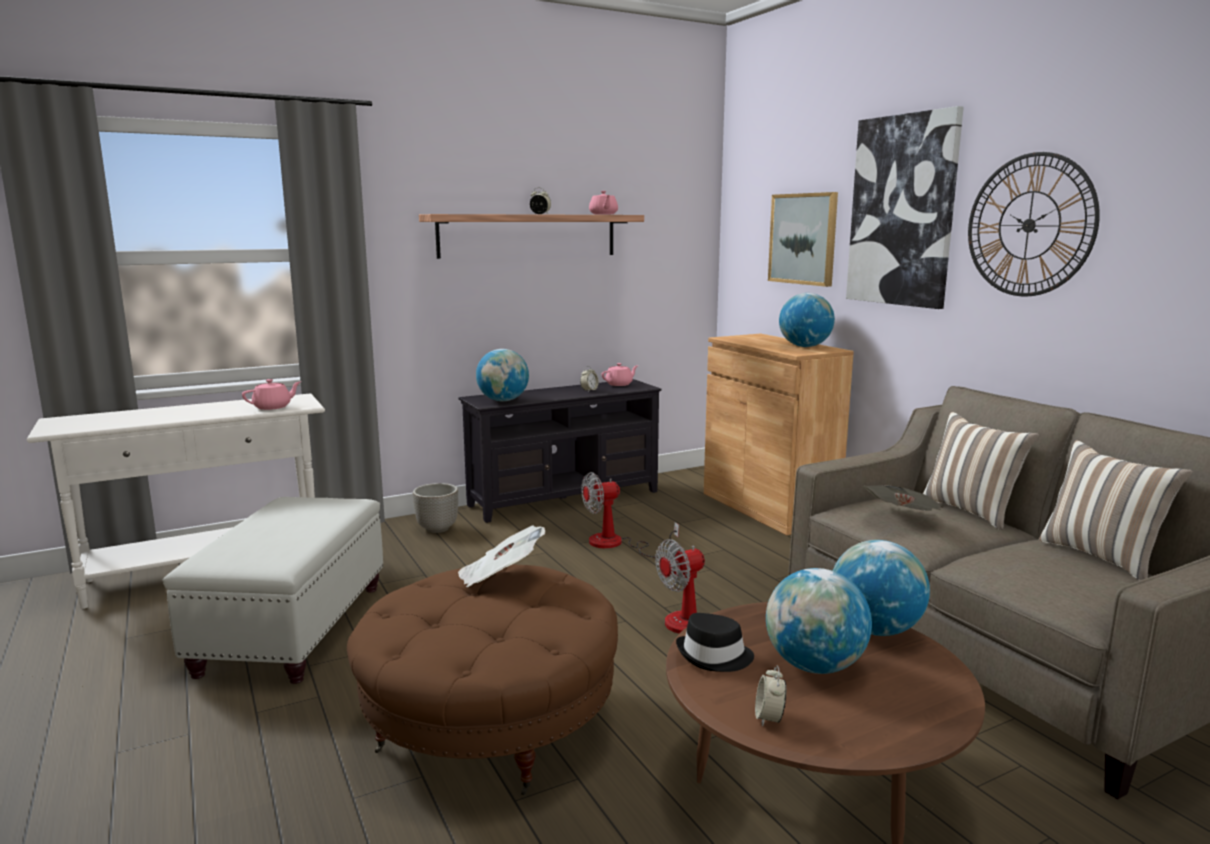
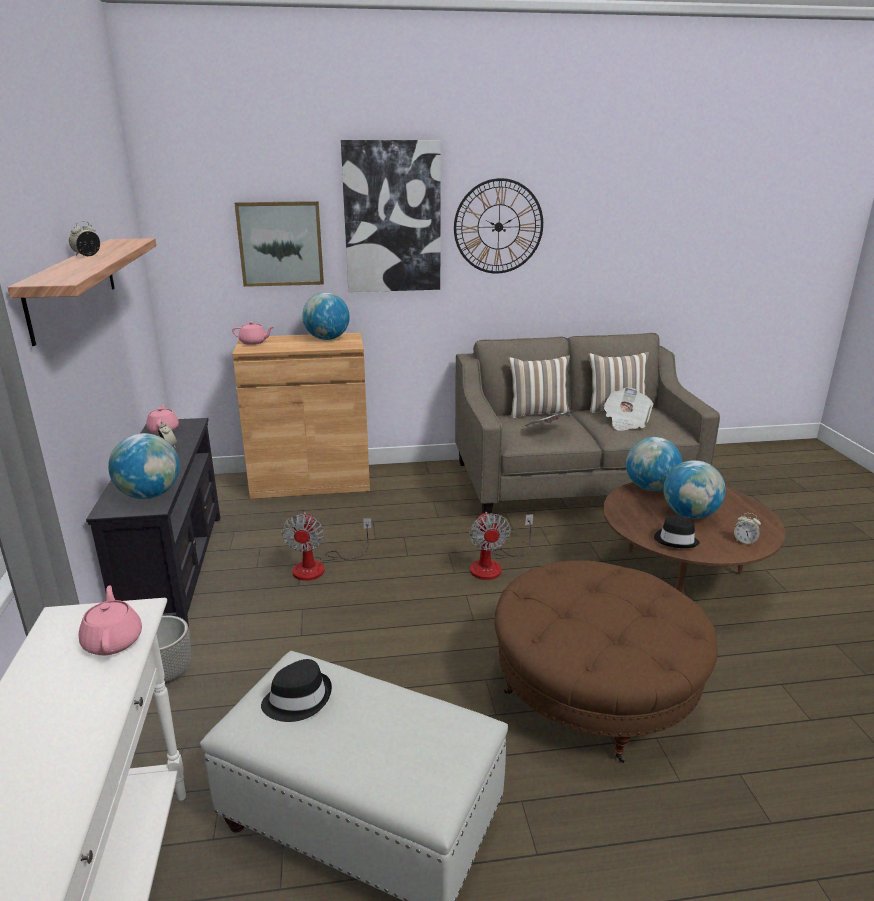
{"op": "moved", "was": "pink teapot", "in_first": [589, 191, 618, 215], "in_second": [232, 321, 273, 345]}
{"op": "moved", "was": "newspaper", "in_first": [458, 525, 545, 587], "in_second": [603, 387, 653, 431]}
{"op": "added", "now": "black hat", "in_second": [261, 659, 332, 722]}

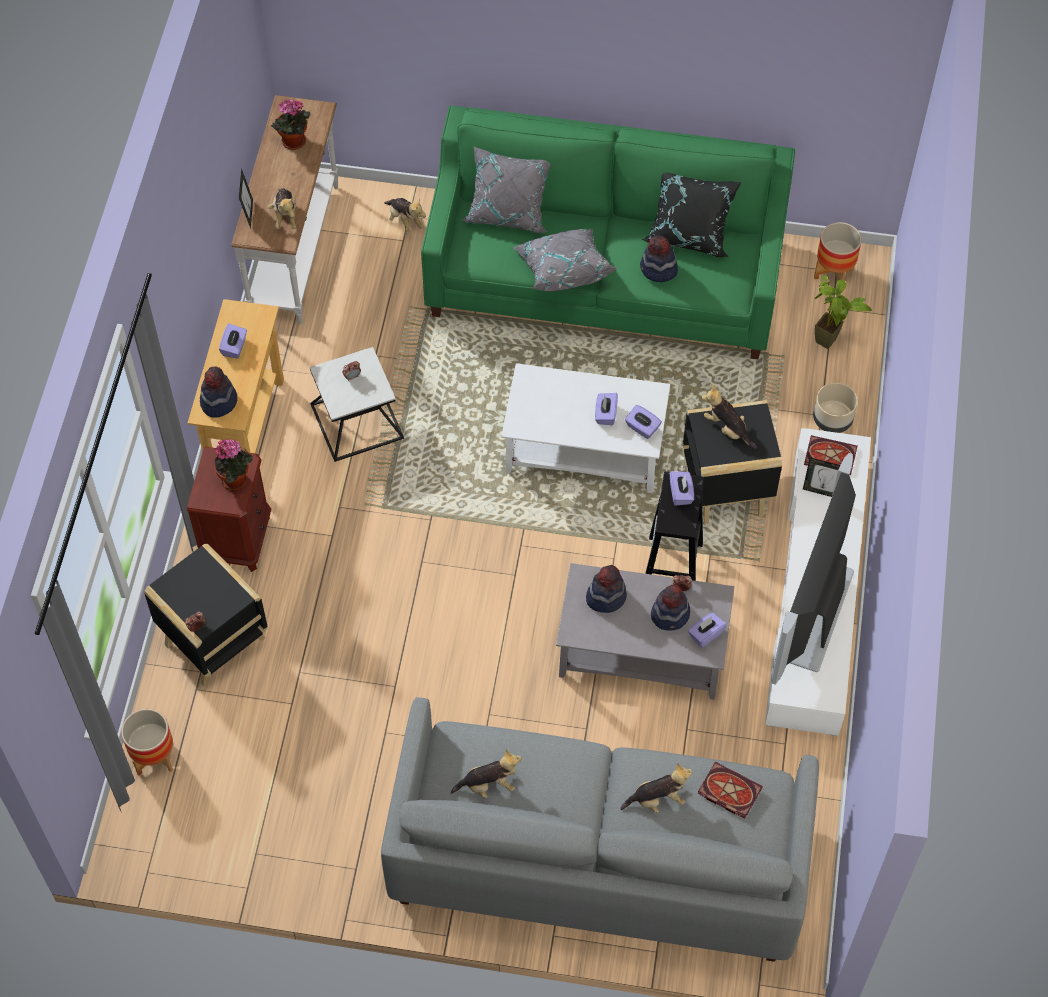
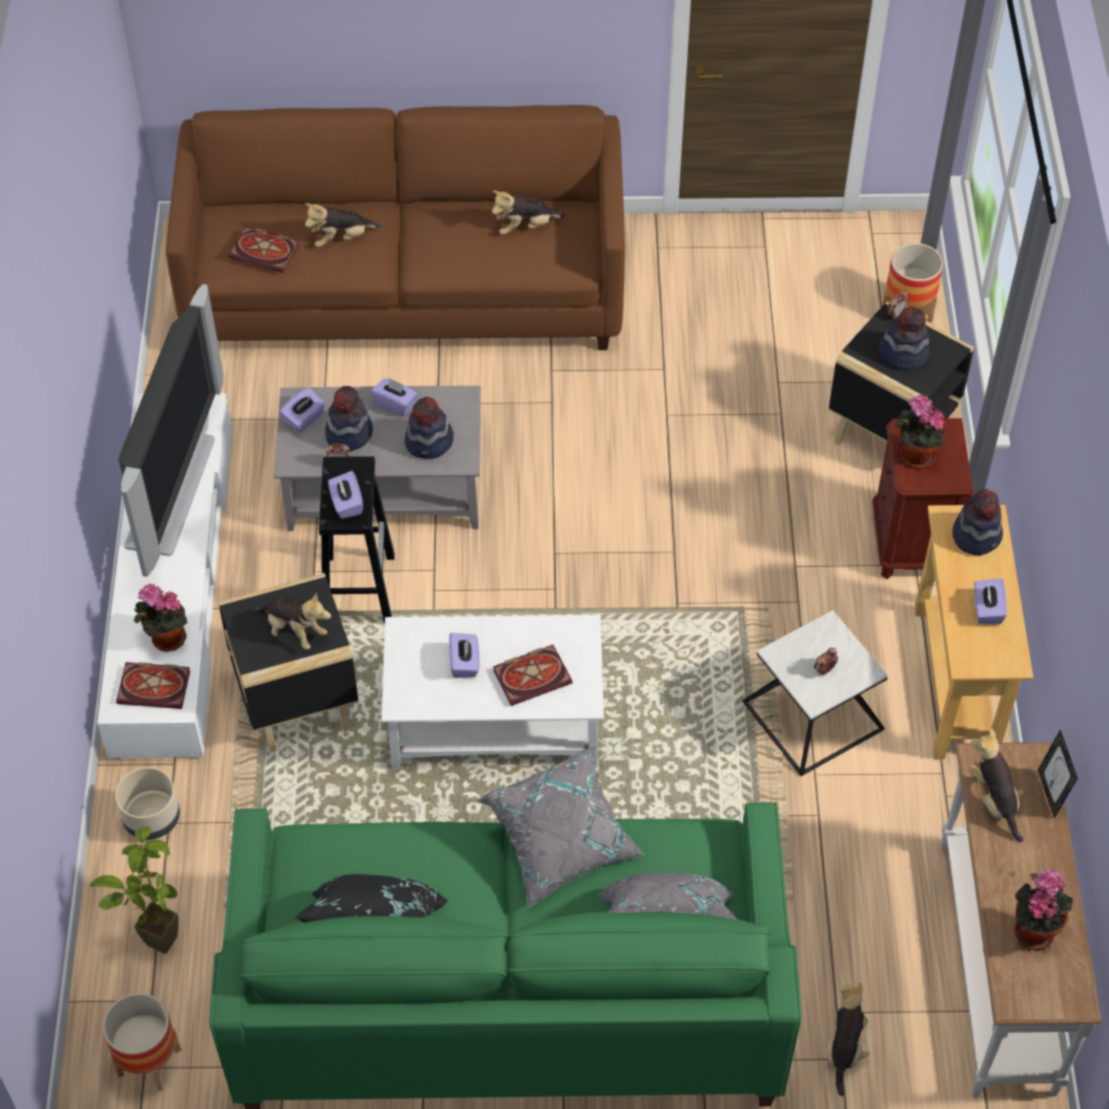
{"op": "turned", "was": "plush toy", "in_first": [384, 198, 426, 234], "in_second": [827, 982, 870, 1096], "clockwise": 60}
{"op": "moved", "was": "hat", "in_first": [640, 236, 678, 282], "in_second": [878, 307, 929, 370]}
{"op": "moved", "was": "purple tissue box", "in_first": [625, 405, 662, 439], "in_second": [371, 378, 418, 417]}
{"op": "replaced", "was": "picture frame", "now": "potted plant", "in_first": [803, 457, 840, 497], "in_second": [134, 583, 188, 652]}
{"op": "recoloured", "was": "grey sofa", "now": "brown sofa", "in_first": [381, 697, 819, 962], "in_second": [166, 105, 625, 350]}
{"op": "added", "now": "book", "in_second": [493, 645, 573, 706]}

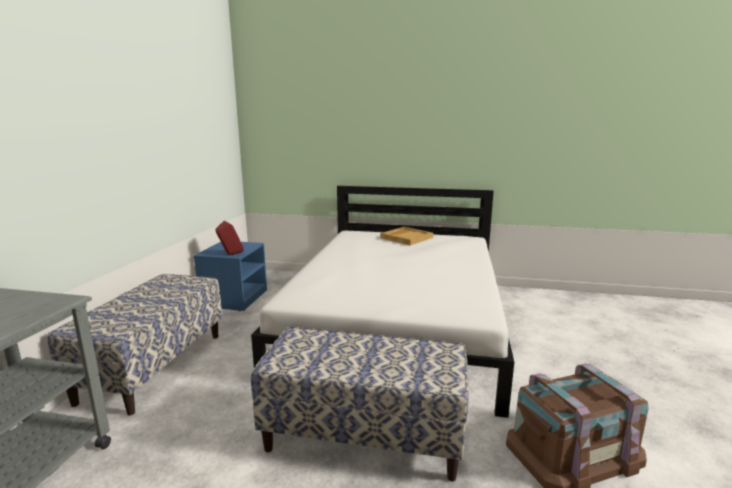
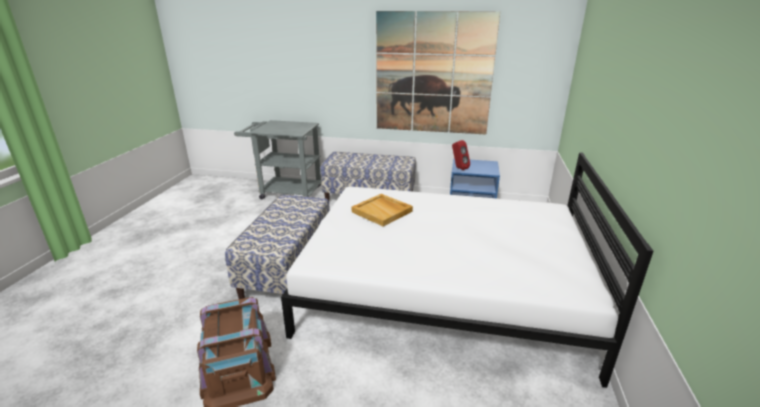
{"op": "moved", "was": "beige tray", "in_first": [381, 227, 433, 245], "in_second": [352, 194, 413, 227]}
{"op": "added", "now": "picture", "in_second": [376, 11, 500, 134]}

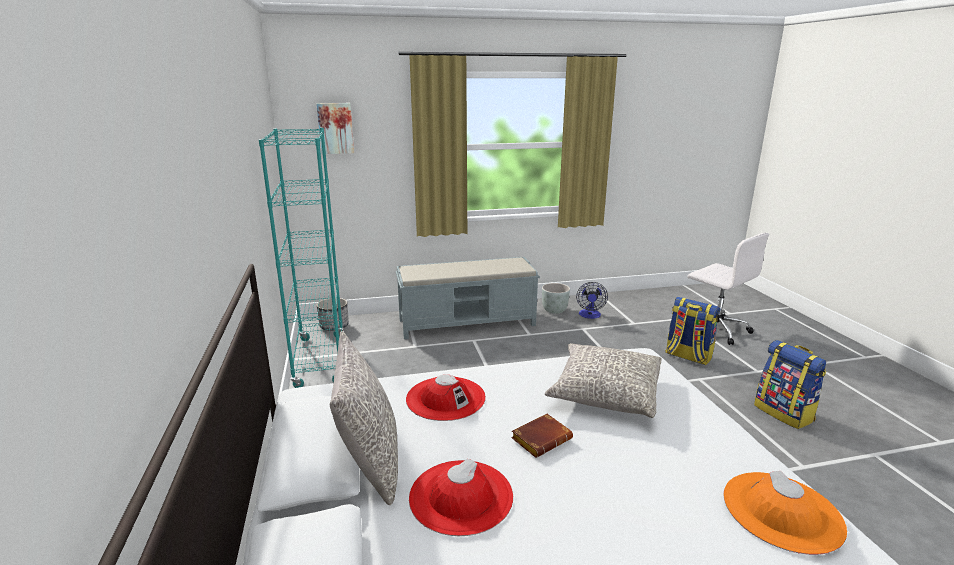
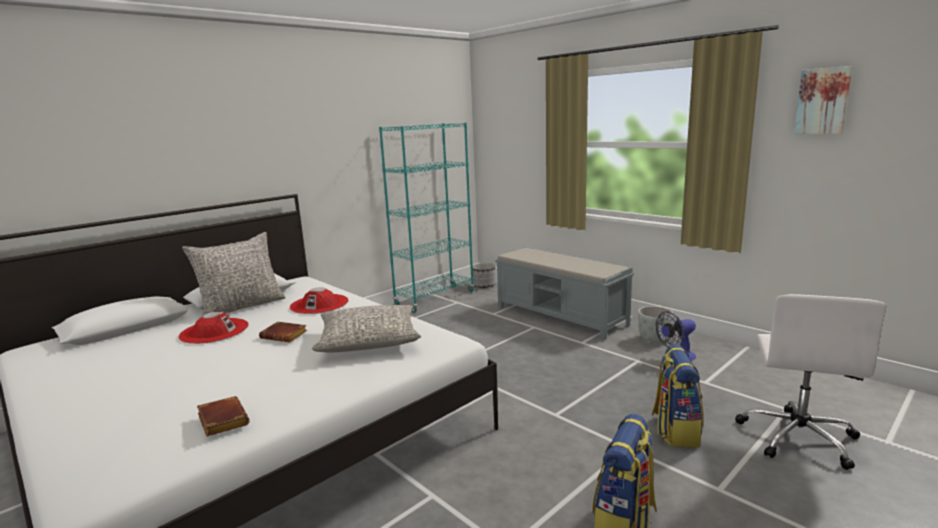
{"op": "moved", "was": "picture", "in_first": [317, 103, 354, 154], "in_second": [794, 66, 853, 134]}
{"op": "replaced", "was": "orange hat", "now": "brown book", "in_first": [723, 471, 847, 555], "in_second": [197, 396, 249, 436]}

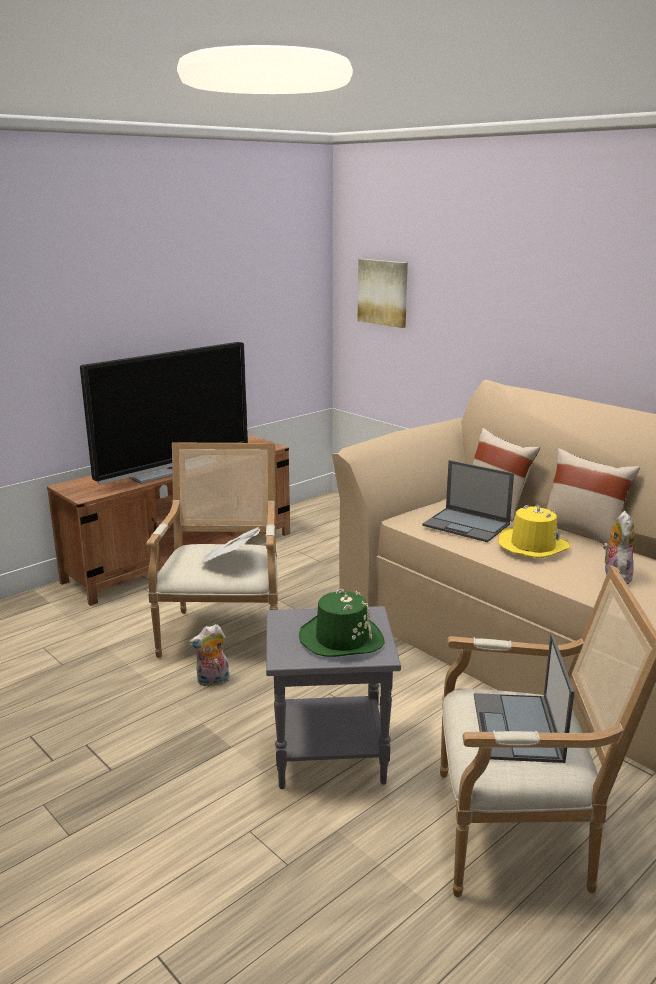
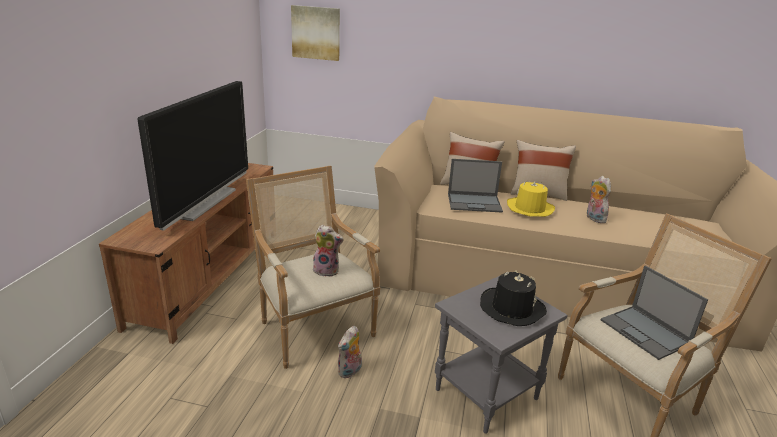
{"op": "replaced", "was": "newspaper", "now": "plush toy", "in_first": [200, 527, 260, 564], "in_second": [313, 225, 343, 277]}
{"op": "recoloured", "was": "green hat", "now": "black hat", "in_first": [299, 589, 385, 657], "in_second": [480, 270, 547, 326]}

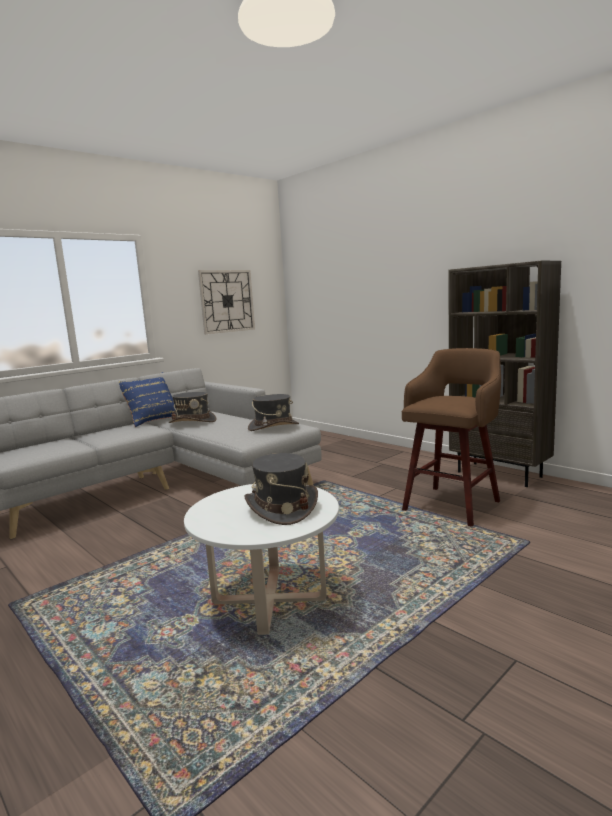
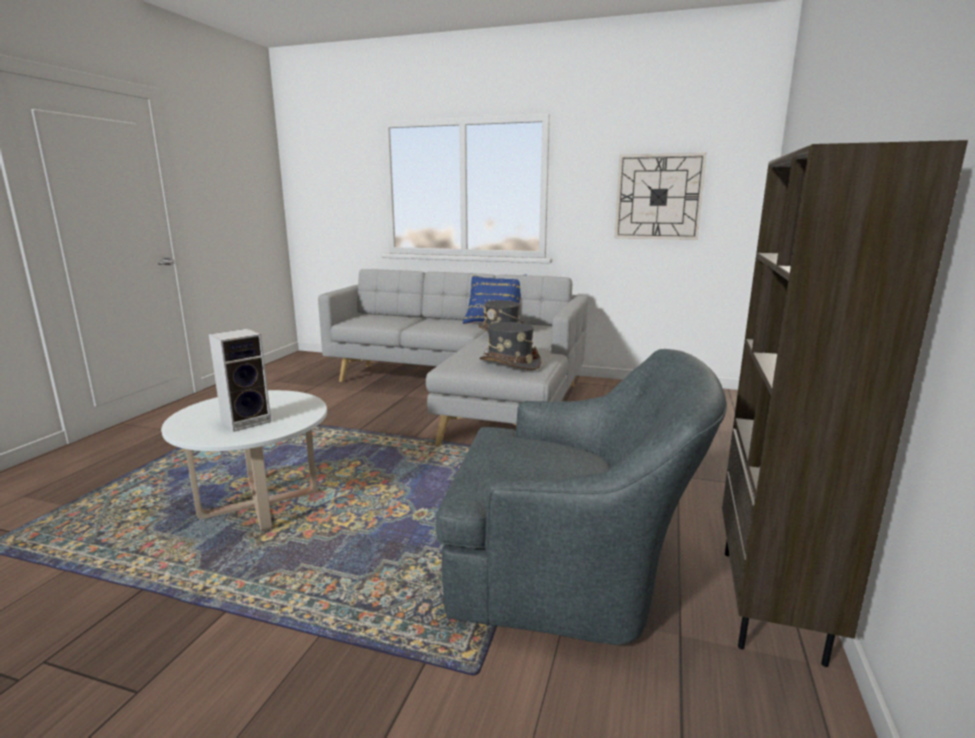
{"op": "replaced", "was": "brown stool", "now": "grey armchair", "in_first": [402, 348, 501, 527], "in_second": [436, 349, 727, 645]}
{"op": "replaced", "was": "grey hat", "now": "speaker", "in_first": [245, 453, 318, 525], "in_second": [209, 329, 271, 432]}

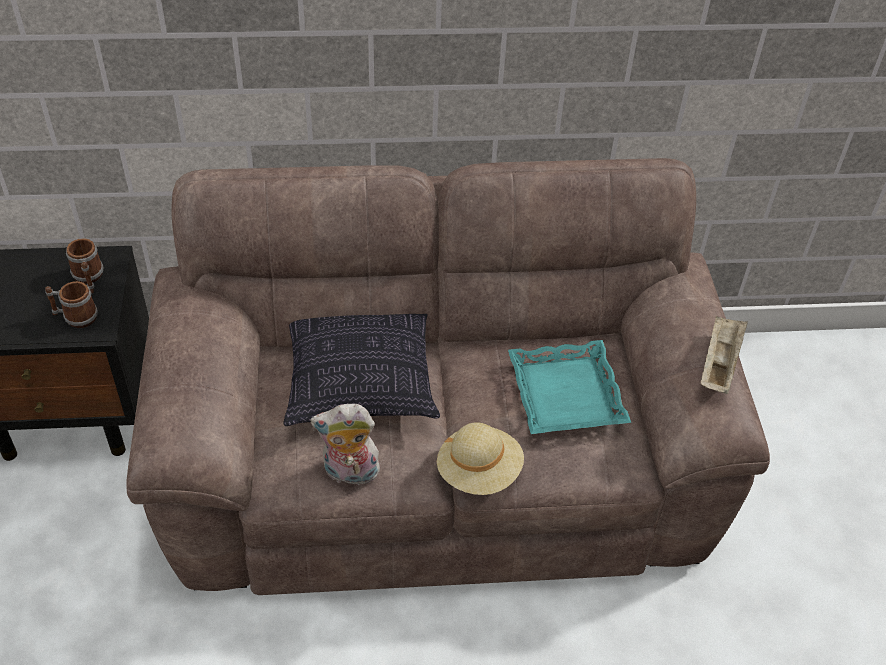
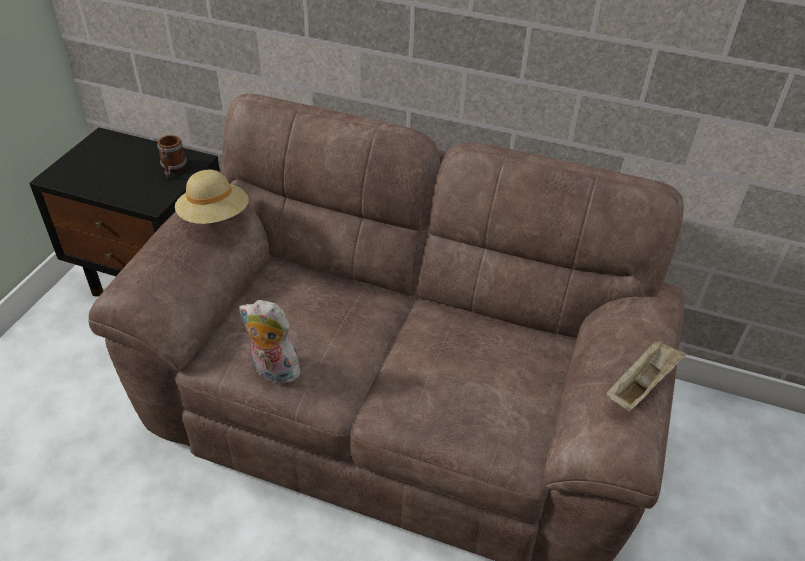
{"op": "removed", "was": "mug", "in_first": [45, 281, 98, 328]}
{"op": "removed", "was": "pillow", "in_first": [283, 314, 440, 426]}
{"op": "removed", "was": "turquoise tray", "in_first": [508, 340, 631, 434]}
{"op": "moved", "was": "beige hat", "in_first": [437, 422, 524, 495], "in_second": [175, 170, 249, 224]}

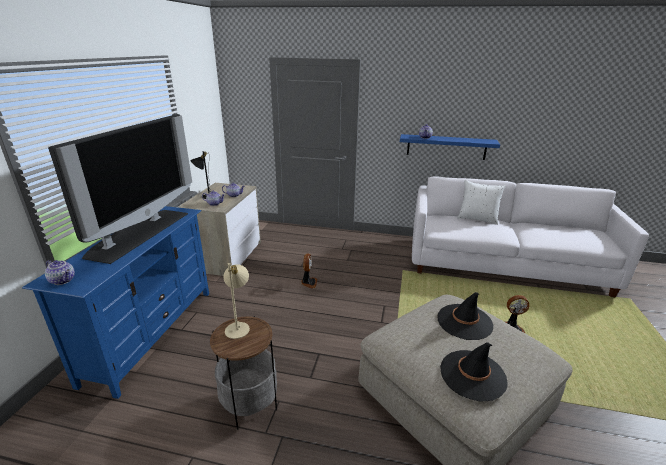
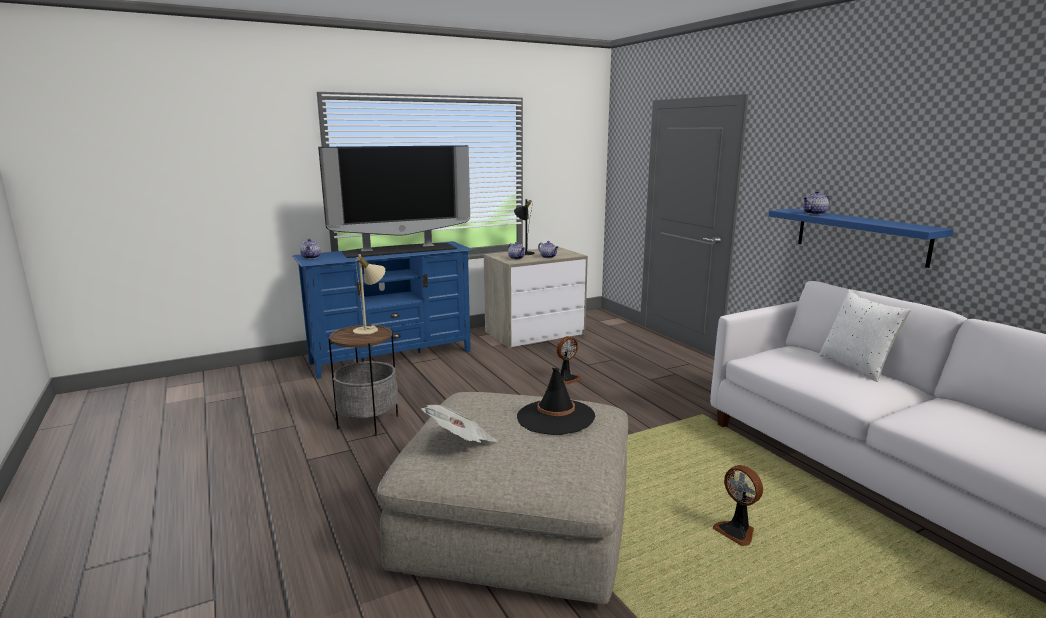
{"op": "replaced", "was": "black hat", "now": "newspaper", "in_first": [440, 342, 507, 402], "in_second": [421, 405, 498, 443]}

